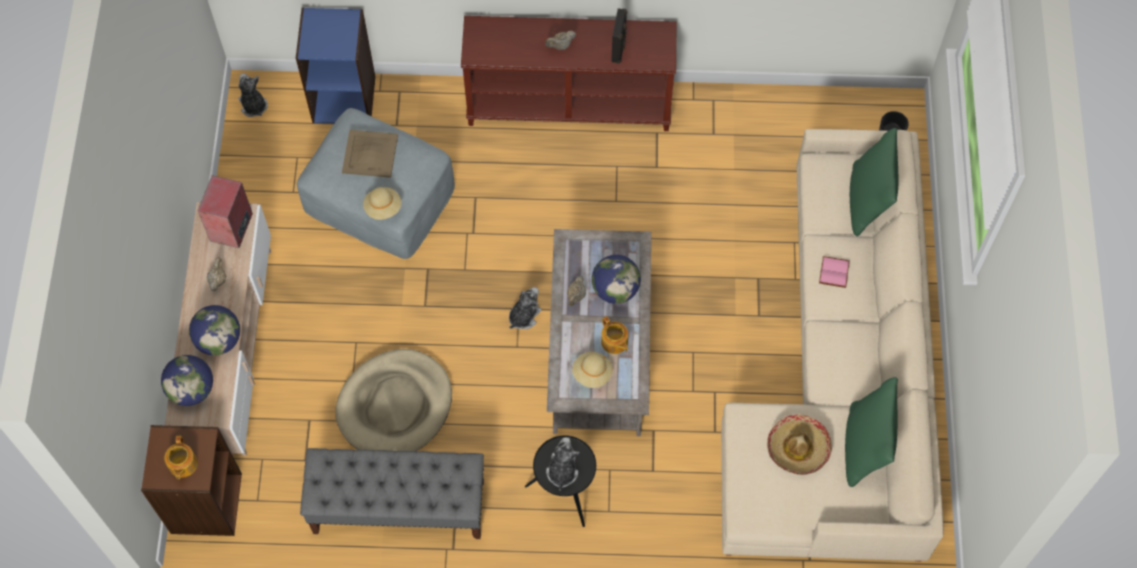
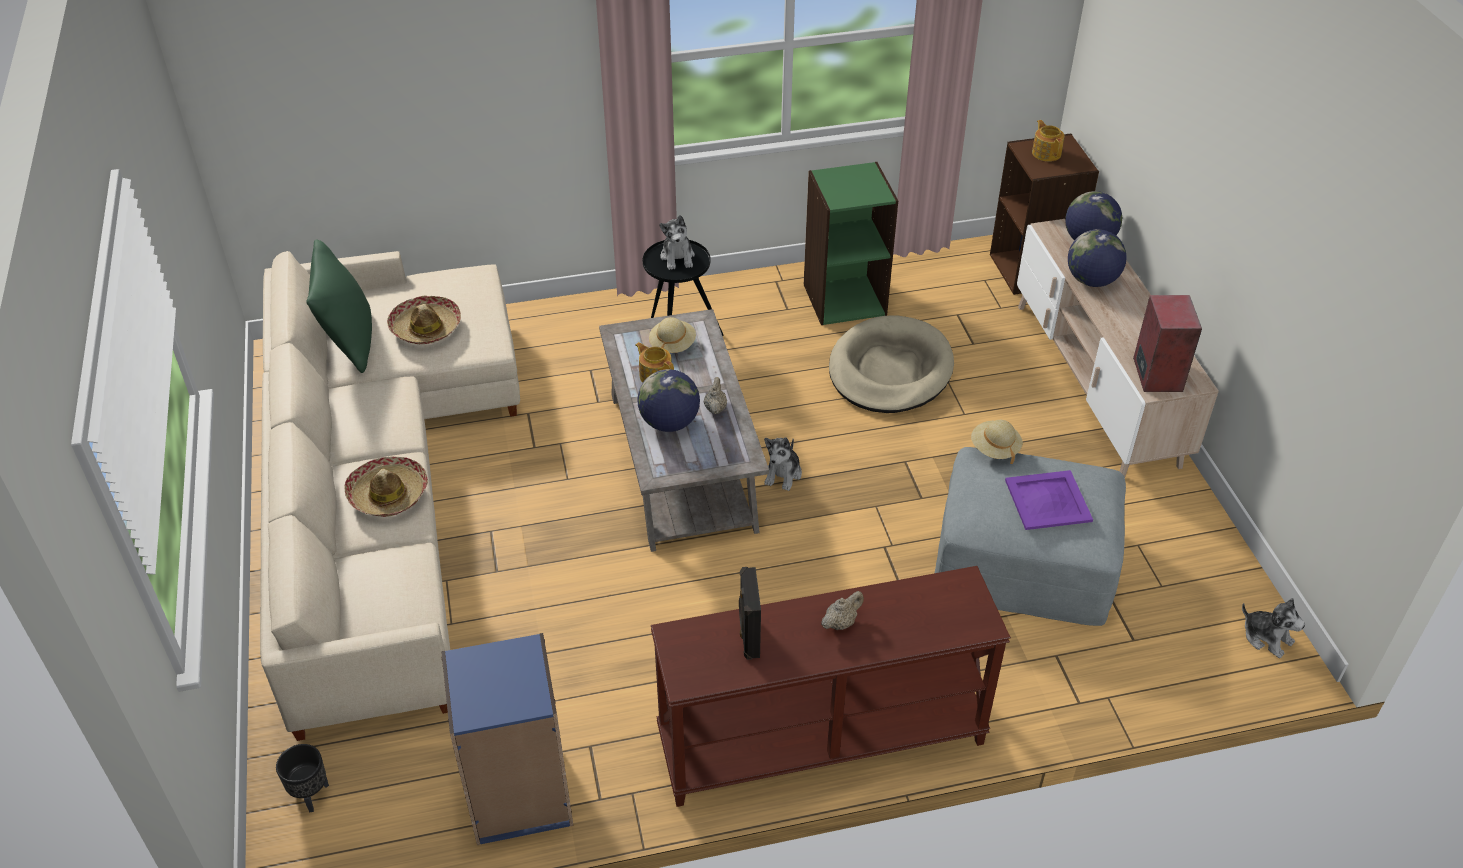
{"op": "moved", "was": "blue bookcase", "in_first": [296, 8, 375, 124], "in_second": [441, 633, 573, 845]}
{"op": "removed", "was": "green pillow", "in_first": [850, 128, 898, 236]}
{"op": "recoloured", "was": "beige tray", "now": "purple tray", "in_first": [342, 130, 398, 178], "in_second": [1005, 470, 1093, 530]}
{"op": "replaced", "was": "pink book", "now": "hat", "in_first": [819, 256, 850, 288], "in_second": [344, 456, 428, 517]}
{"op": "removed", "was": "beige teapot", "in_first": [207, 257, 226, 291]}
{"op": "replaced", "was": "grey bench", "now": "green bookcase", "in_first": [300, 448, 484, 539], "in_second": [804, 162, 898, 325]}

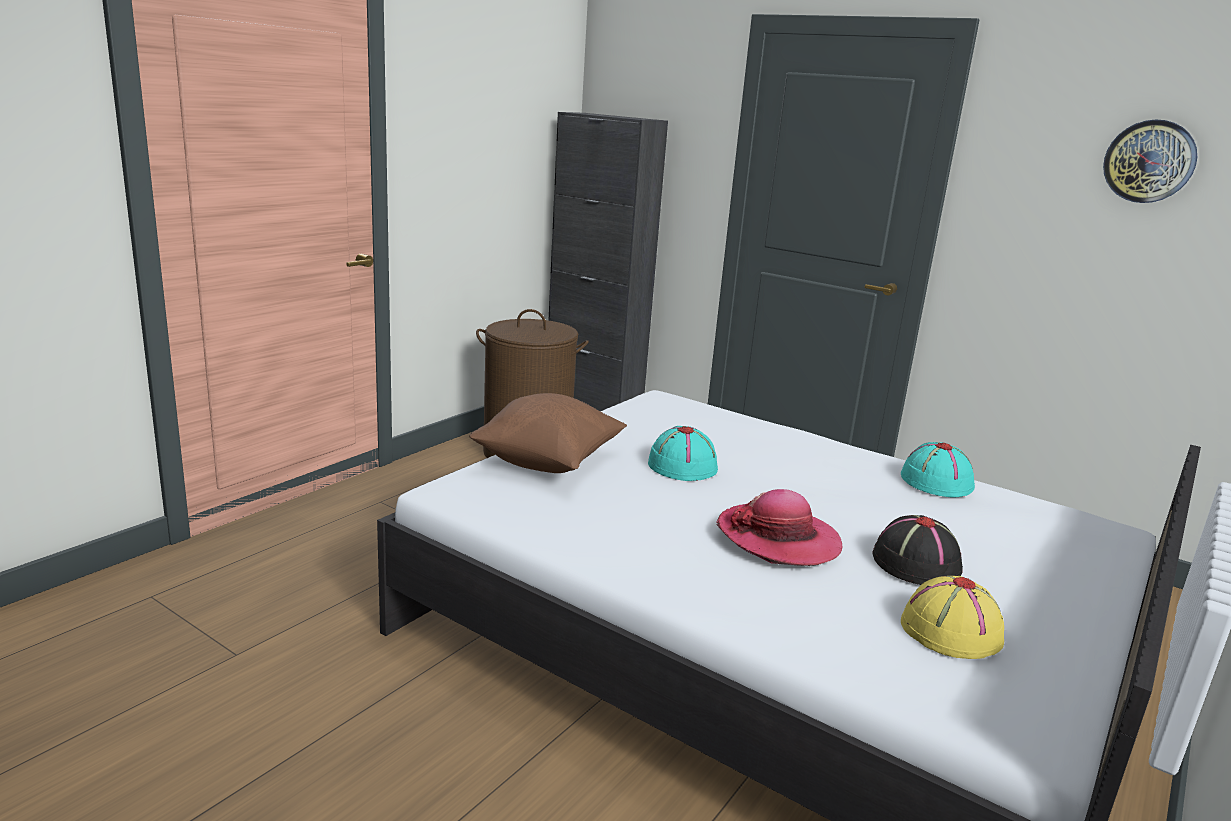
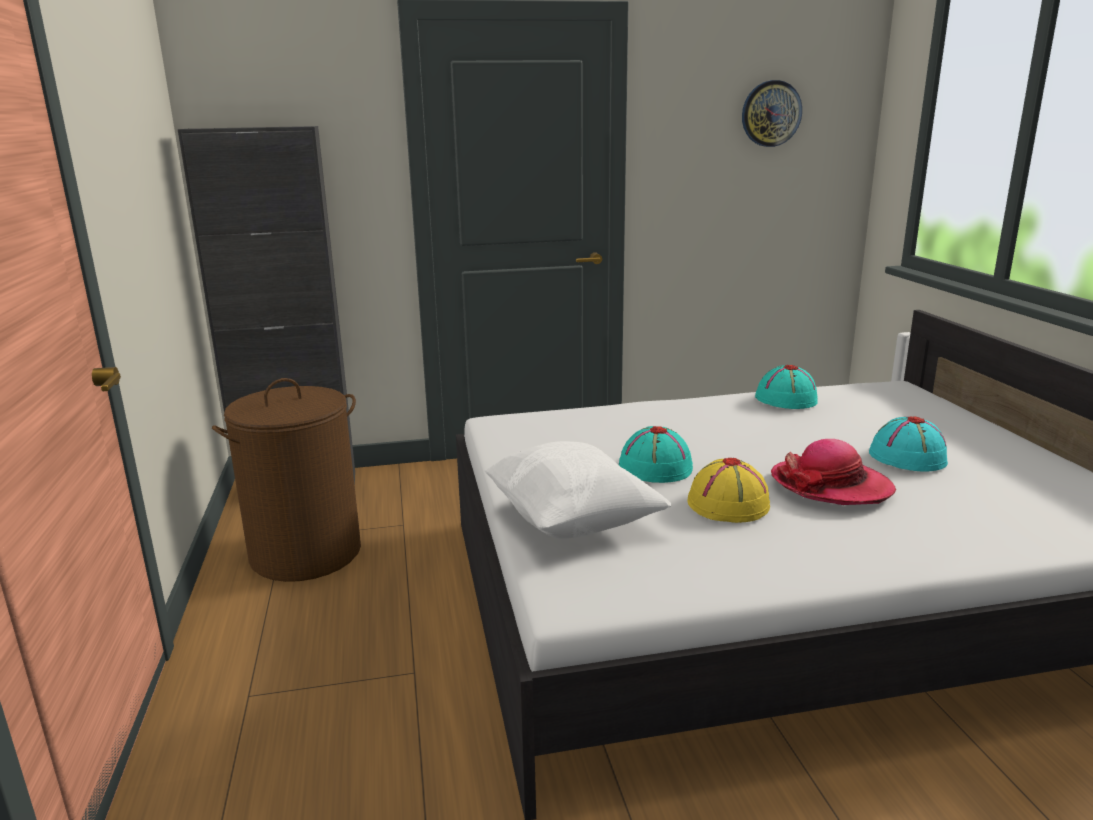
{"op": "recoloured", "was": "brown pillow", "now": "white pillow", "in_first": [469, 393, 627, 473], "in_second": [484, 441, 672, 538]}
{"op": "recoloured", "was": "black hat", "now": "turquoise hat", "in_first": [872, 515, 963, 585], "in_second": [869, 416, 948, 472]}
{"op": "moved", "was": "yellow hat", "in_first": [901, 576, 1004, 659], "in_second": [687, 458, 770, 523]}

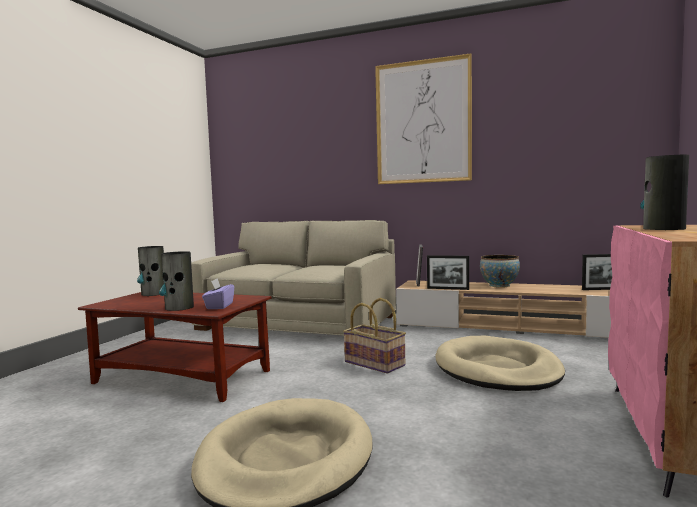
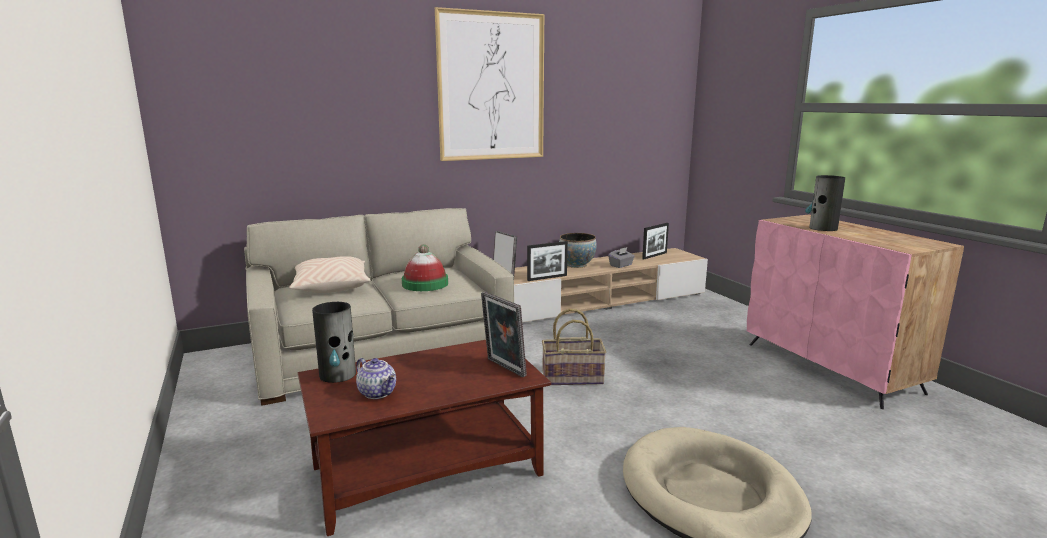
{"op": "removed", "was": "vase", "in_first": [159, 251, 194, 311]}
{"op": "replaced", "was": "purple tissue box", "now": "picture frame", "in_first": [202, 278, 234, 309], "in_second": [481, 292, 527, 377]}
{"op": "removed", "was": "beige dog bed", "in_first": [435, 336, 565, 391]}
{"op": "added", "now": "hat", "in_second": [402, 244, 448, 291]}
{"op": "added", "now": "grey tissue box", "in_second": [608, 247, 635, 268]}
{"op": "added", "now": "beige pillow", "in_second": [289, 256, 371, 293]}
{"op": "added", "now": "teapot", "in_second": [356, 358, 396, 399]}

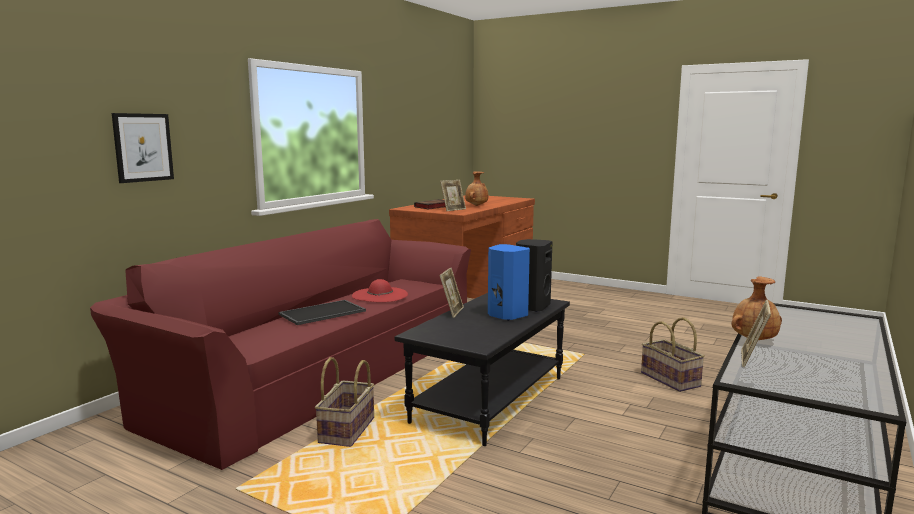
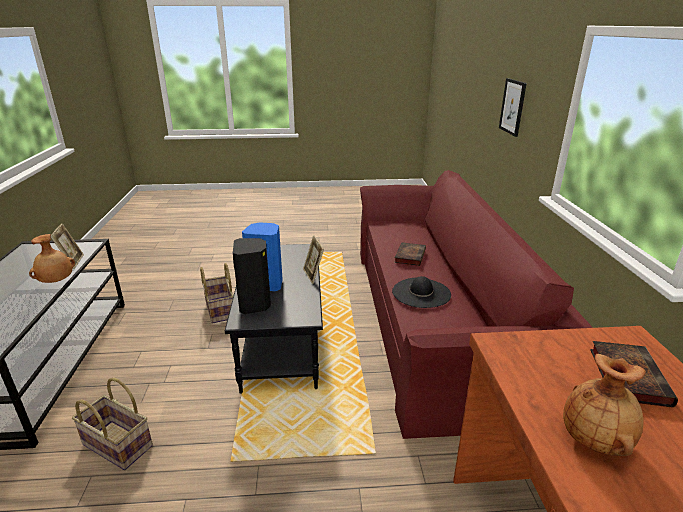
{"op": "removed", "was": "picture frame", "in_first": [440, 180, 466, 211]}
{"op": "recoloured", "was": "red hat", "now": "black hat", "in_first": [352, 279, 408, 302], "in_second": [392, 276, 451, 308]}
{"op": "replaced", "was": "tray", "now": "book", "in_first": [278, 300, 366, 325], "in_second": [394, 242, 426, 266]}
{"op": "moved", "was": "basket", "in_first": [315, 357, 375, 447], "in_second": [200, 263, 234, 324]}

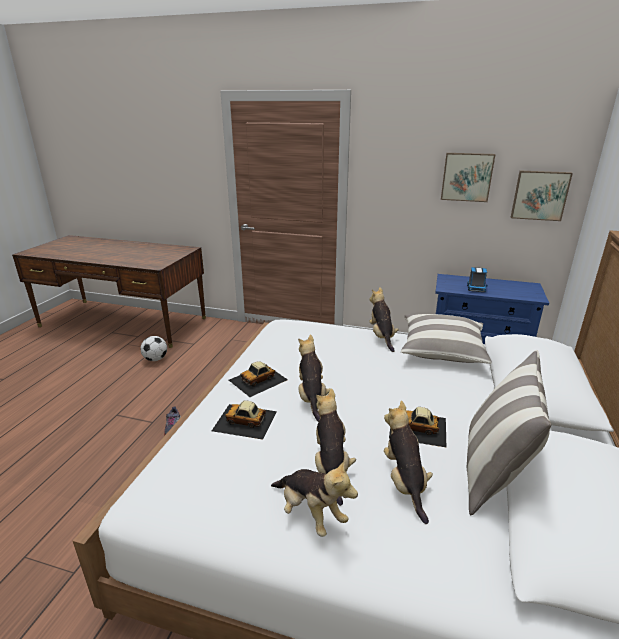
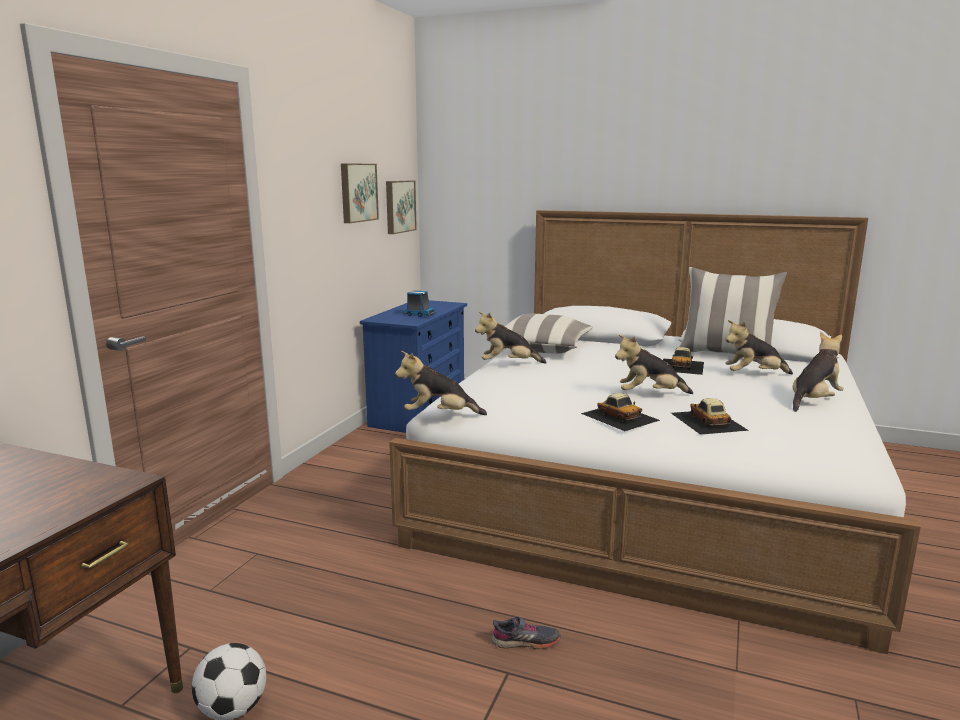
{"op": "moved", "was": "plush toy", "in_first": [315, 388, 356, 506], "in_second": [395, 351, 487, 415]}
{"op": "turned", "was": "toy car", "in_first": [212, 400, 277, 440], "in_second": [671, 398, 749, 435], "clockwise": 150}

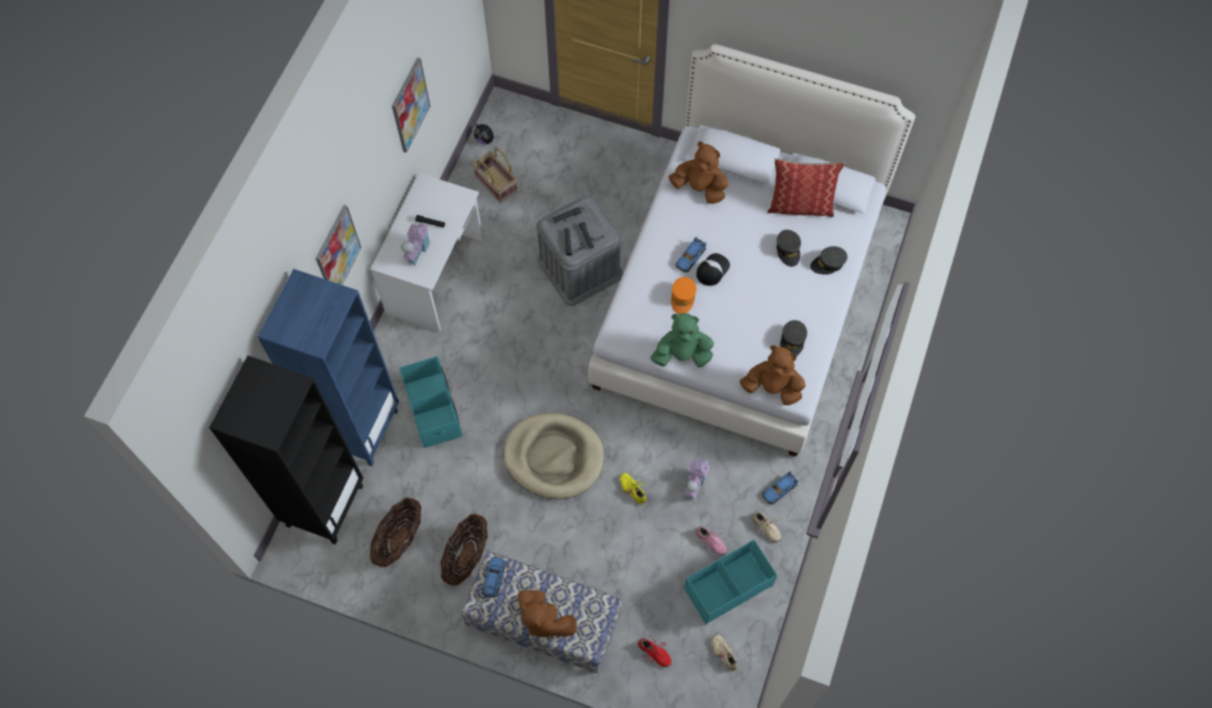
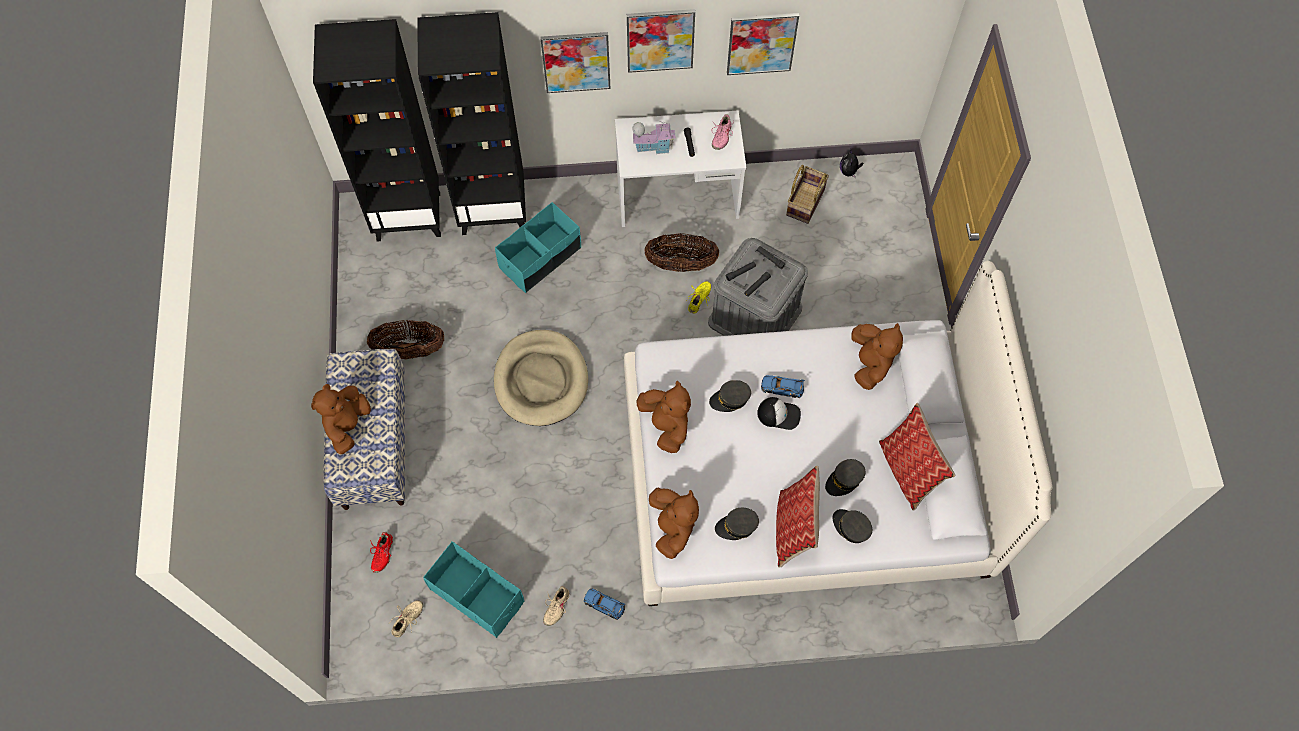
{"op": "recoloured", "was": "blue bookcase", "now": "black bookcase", "in_first": [257, 269, 399, 466], "in_second": [417, 12, 526, 235]}
{"op": "recoloured", "was": "orange cap", "now": "grey cap", "in_first": [671, 277, 696, 314], "in_second": [709, 380, 751, 412]}
{"op": "recoloured", "was": "green plush toy", "now": "brown plush toy", "in_first": [651, 313, 714, 368], "in_second": [636, 381, 691, 453]}
{"op": "removed", "was": "toy house", "in_first": [684, 458, 710, 500]}
{"op": "moved", "was": "yellow shoe", "in_first": [620, 473, 648, 505], "in_second": [687, 281, 712, 314]}
{"op": "moved", "was": "basket", "in_first": [370, 498, 421, 567], "in_second": [644, 233, 719, 272]}
{"op": "moved", "was": "pink shoe", "in_first": [696, 526, 727, 556], "in_second": [712, 114, 734, 150]}
{"op": "removed", "was": "blue toy car", "in_first": [481, 557, 506, 598]}
{"op": "added", "now": "picture", "in_second": [627, 9, 695, 73]}
{"op": "added", "now": "pillow", "in_second": [776, 466, 820, 568]}

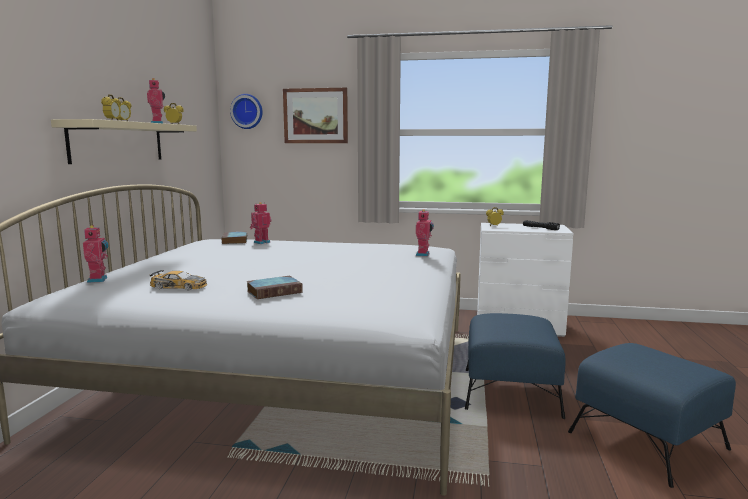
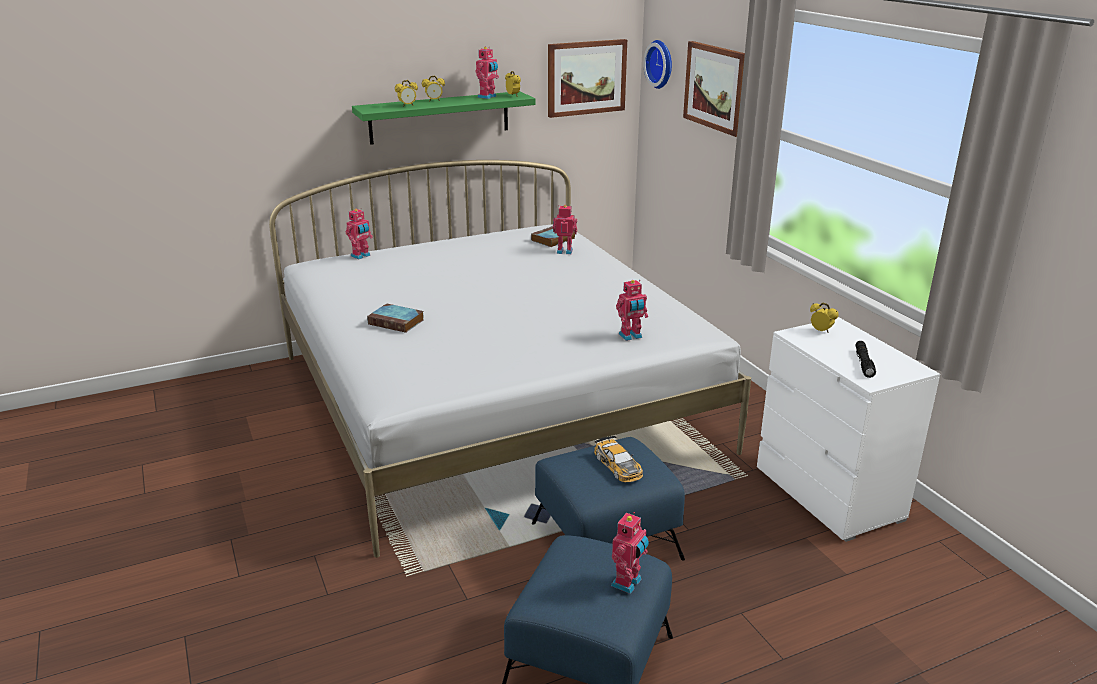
{"op": "recoloured", "was": "beige shelf", "now": "green shelf", "in_first": [51, 119, 197, 164], "in_second": [352, 91, 536, 145]}
{"op": "moved", "was": "toy car", "in_first": [150, 270, 207, 291], "in_second": [594, 435, 643, 482]}
{"op": "added", "now": "picture", "in_second": [548, 39, 627, 118]}
{"op": "added", "now": "toy robot", "in_second": [611, 512, 649, 594]}

